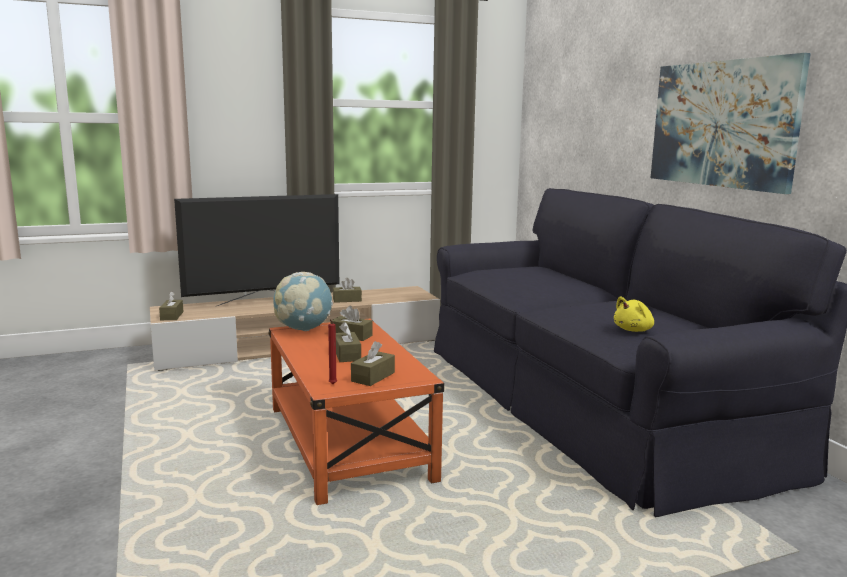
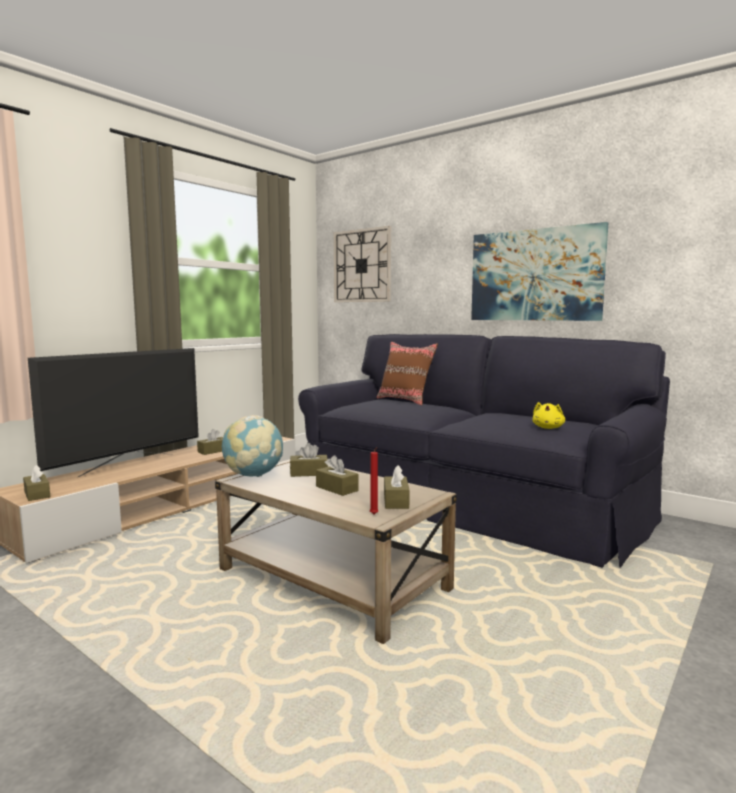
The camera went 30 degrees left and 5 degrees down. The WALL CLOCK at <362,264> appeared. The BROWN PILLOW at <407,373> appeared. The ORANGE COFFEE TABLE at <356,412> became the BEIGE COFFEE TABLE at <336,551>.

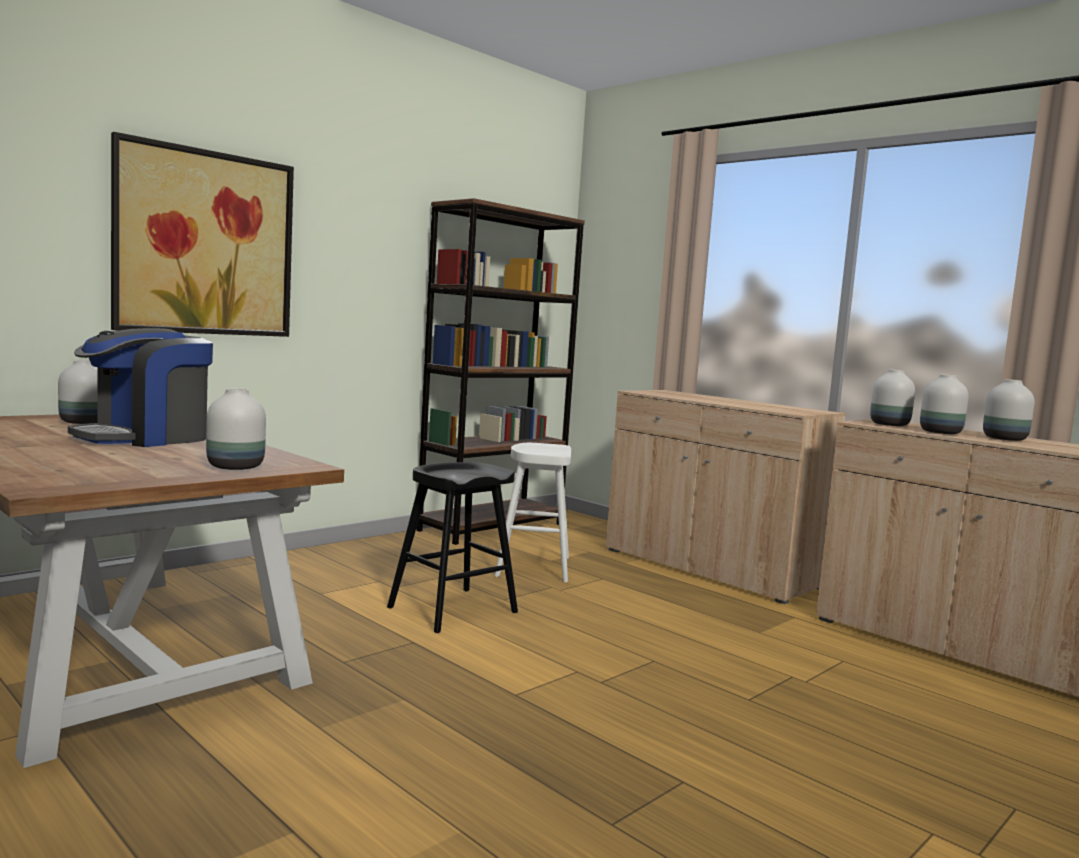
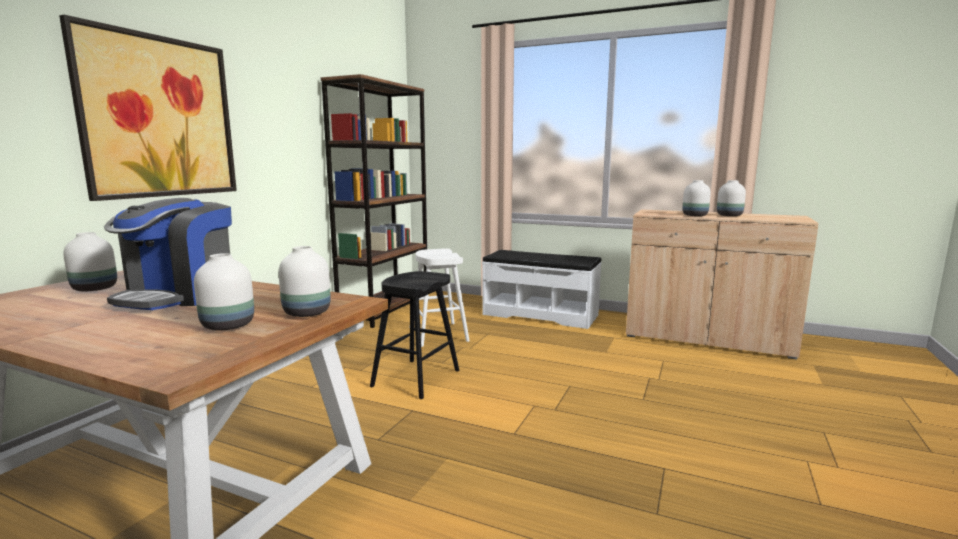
The camera went 20 degrees left and 5 degrees up. The WHITE VASE moved from <892,397> to <224,291>. The BEIGE CABINET at <726,497> was replaced by the WHITE BENCH at <542,289>.

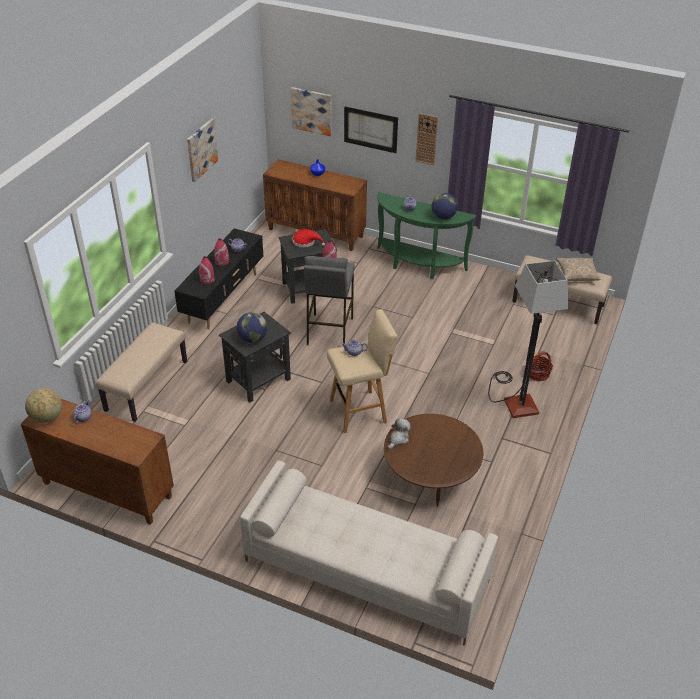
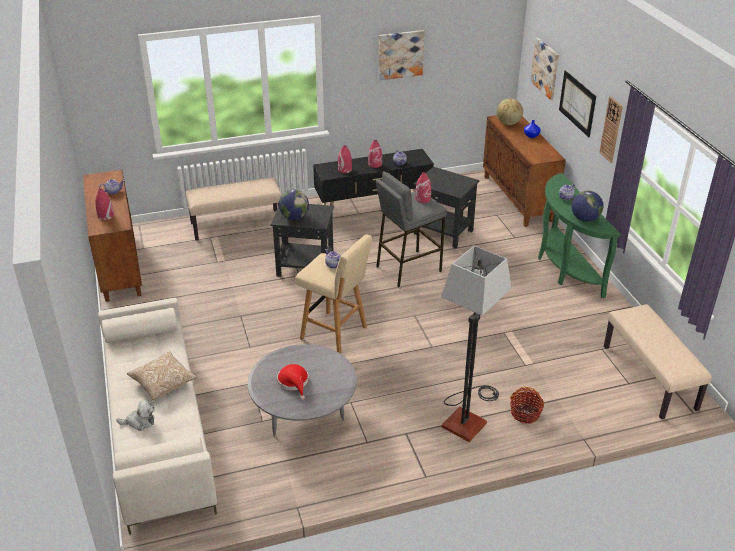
The camera went 50 degrees right and 5 degrees down. The RED VASE at <104,204> appeared. The GLOBE moved from <43,405> to <510,111>. The RED HAT moved from <308,238> to <293,382>. The PLUSH TOY moved from <399,433> to <135,415>. The PILLOW moved from <578,269> to <162,376>. The BROWN COFFEE TABLE at <433,460> became the GREY COFFEE TABLE at <302,390>.

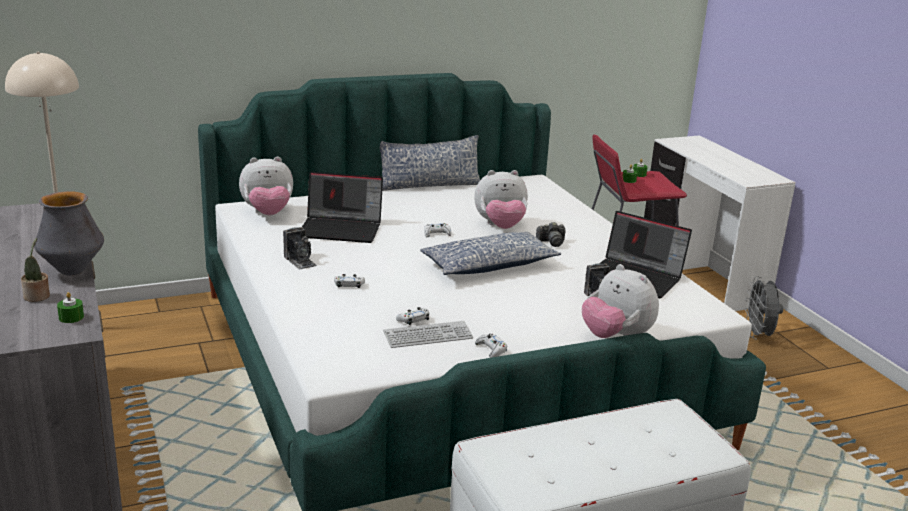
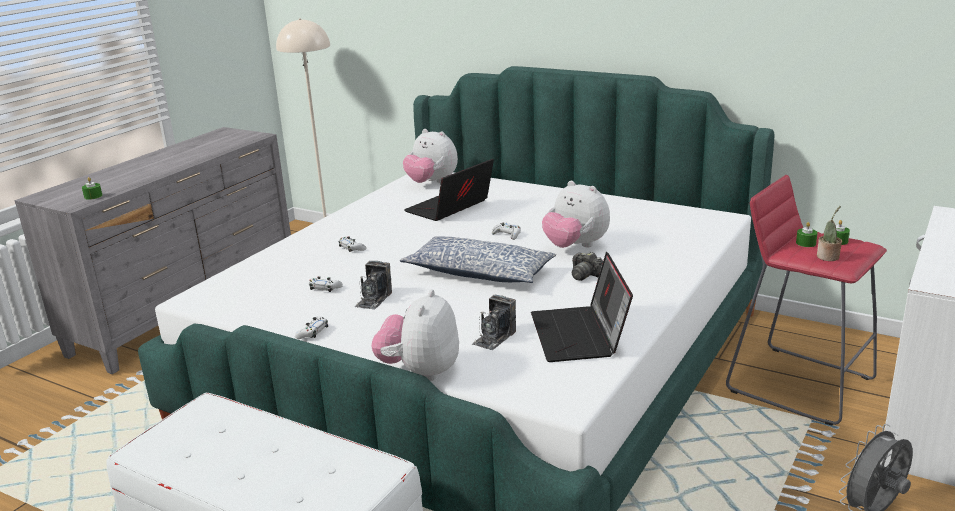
The camera went 55 degrees right and 0 degrees up. The VASE at <69,233> disappeared. The PILLOW at <430,163> disappeared. The KEYBOARD at <428,334> disappeared. The POTTED PLANT moved from <35,270> to <829,233>. The PHOTO CAMERA moved from <300,248> to <373,285>. The LAPTOP at <342,207> turned 75 degrees clockwise.

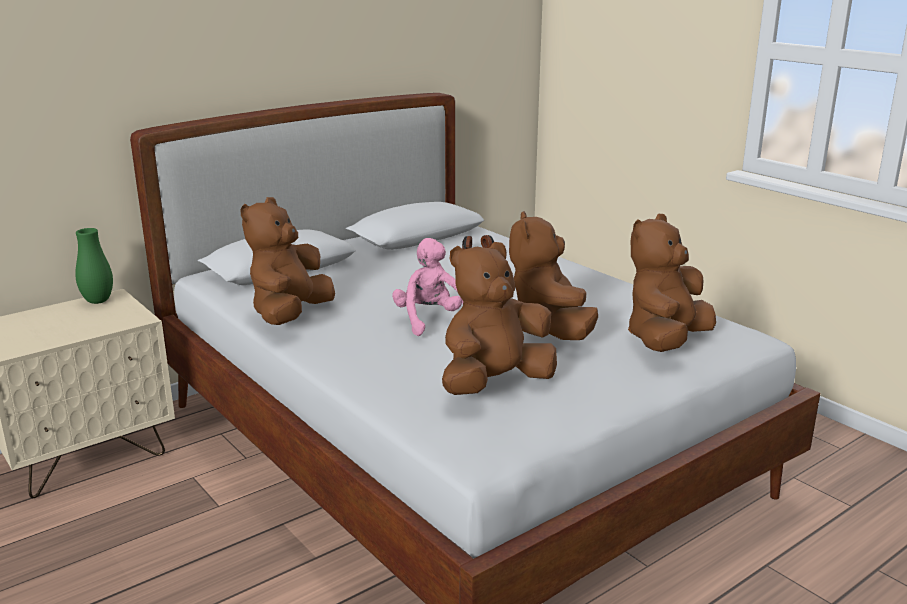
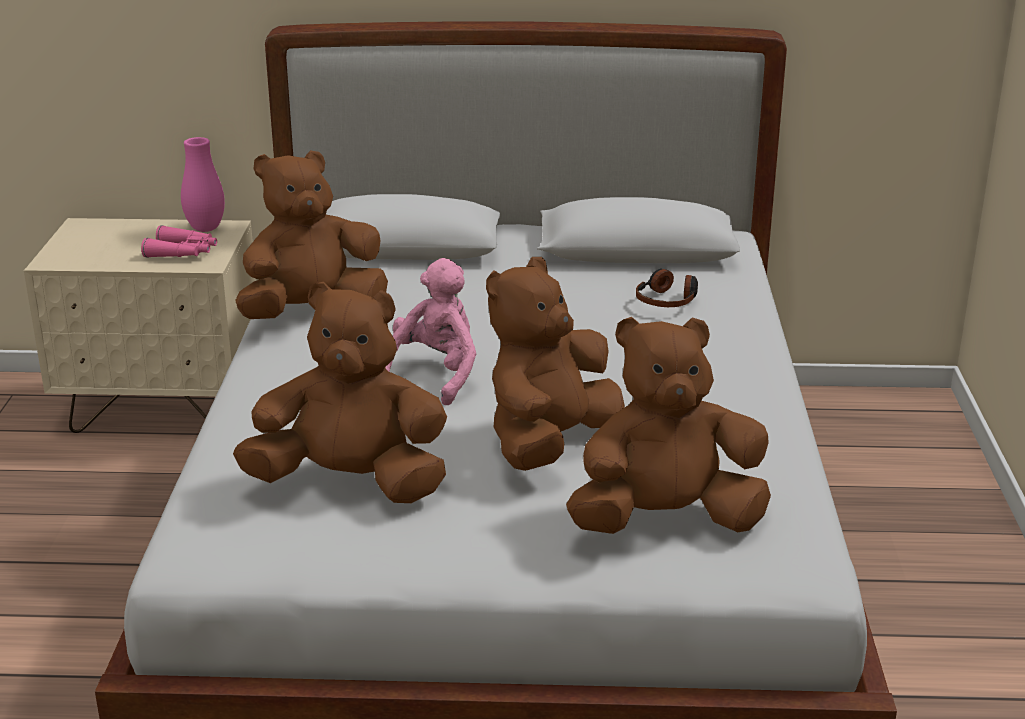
The camera went 40 degrees right and 5 degrees up. The PINK BINOCULARS at <179,241> appeared. The GREEN VASE at <94,266> became the PINK VASE at <203,184>.

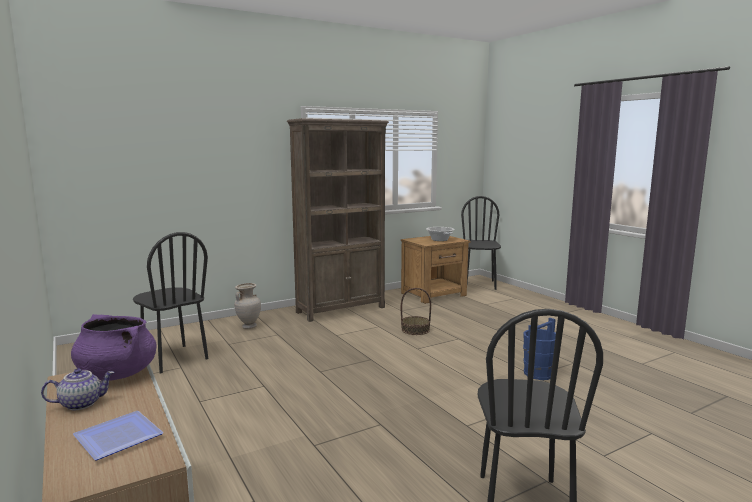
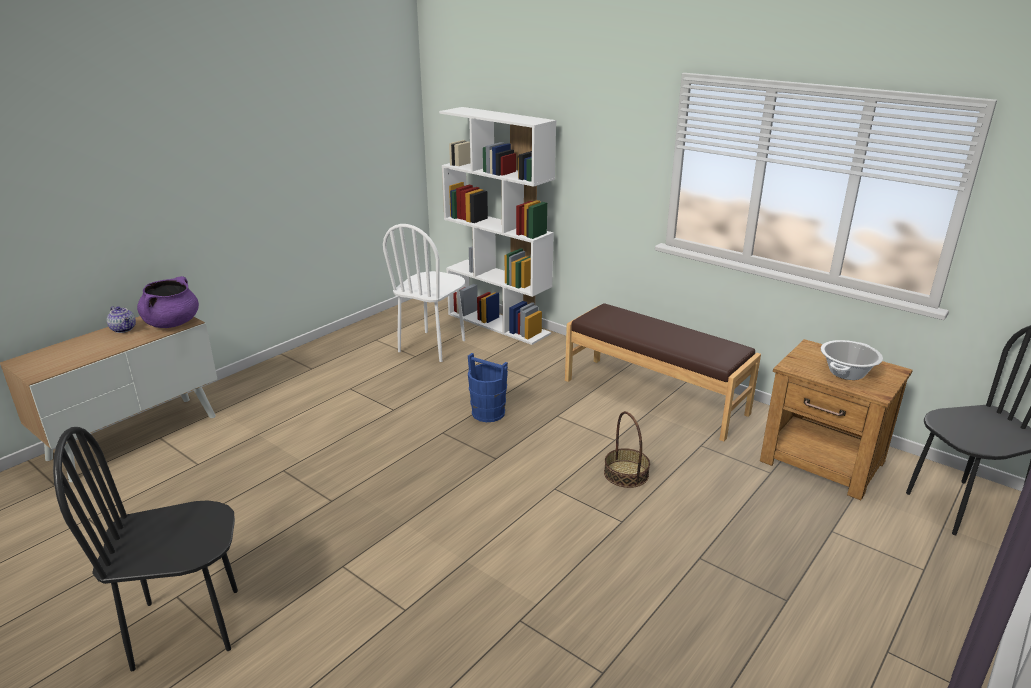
The camera went 70 degrees right and 15 degrees up. The PLATE at <118,435> disappeared. The BEIGE VASE at <247,306> disappeared. The WHITE BOOKCASE at <497,226> appeared. The BLUE BUCKET moved from <539,348> to <488,387>. The BROWN BOOKCASE at <338,220> was replaced by the BROWN BENCH at <663,372>. The BLACK CHAIR at <170,302> became the WHITE CHAIR at <424,293>.

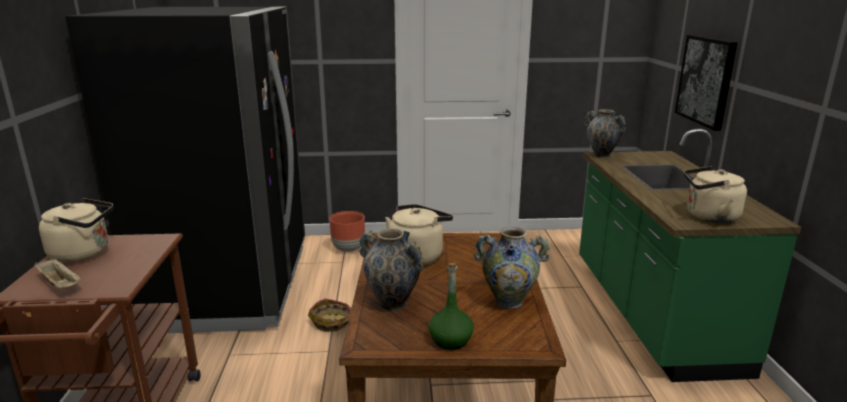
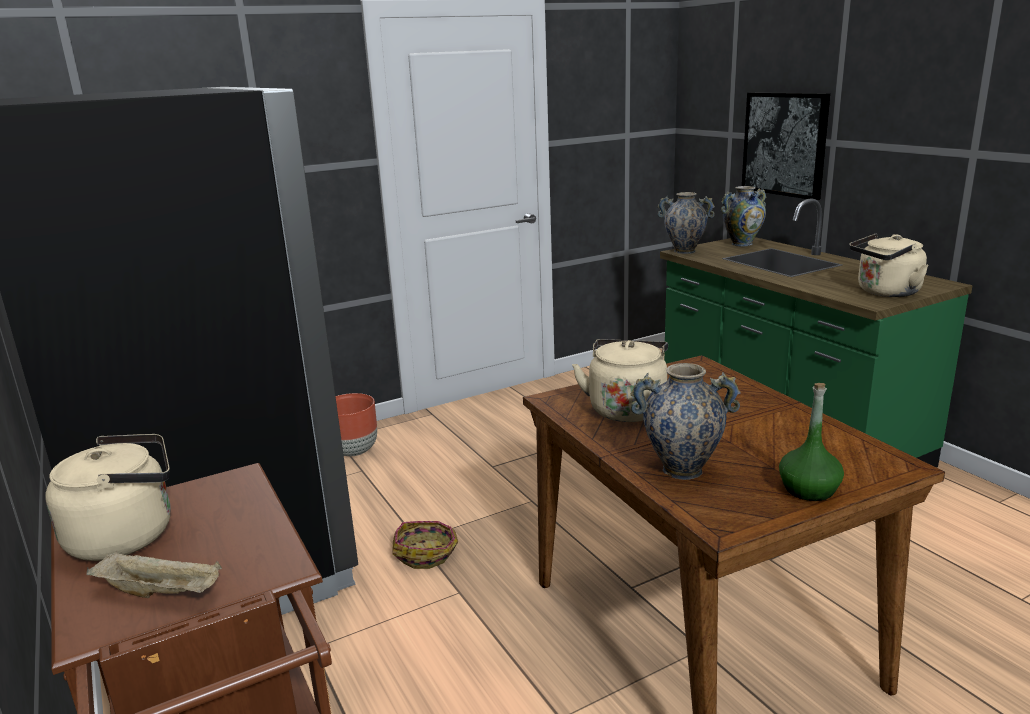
The camera went 25 degrees left and 0 degrees up. The VASE moved from <512,268> to <743,216>.

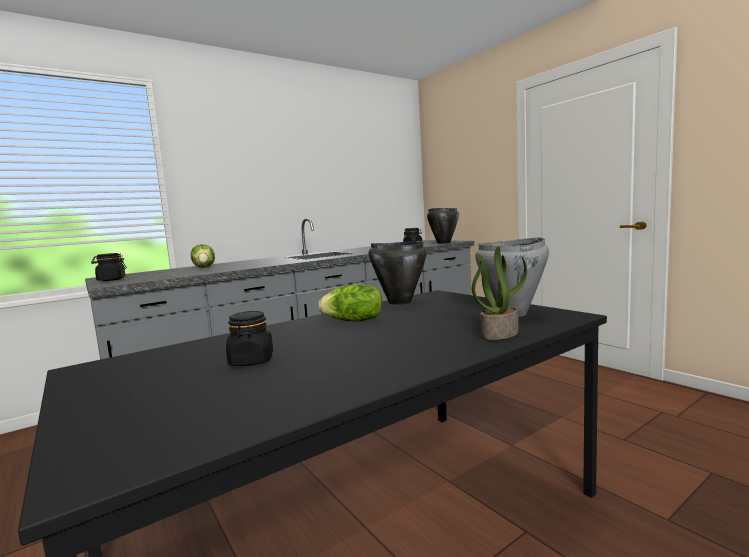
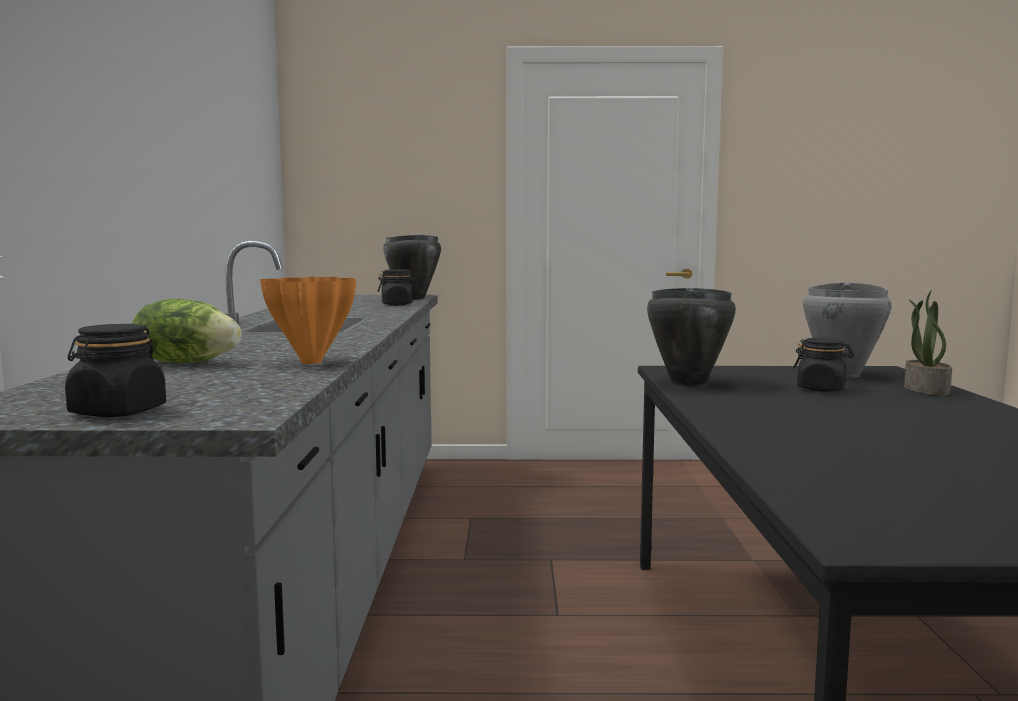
The camera went 55 degrees left and 0 degrees up. The LETTUCE at <350,303> disappeared. The ORANGE VASE at <308,320> appeared. The BLACK JAR moved from <249,338> to <823,365>.

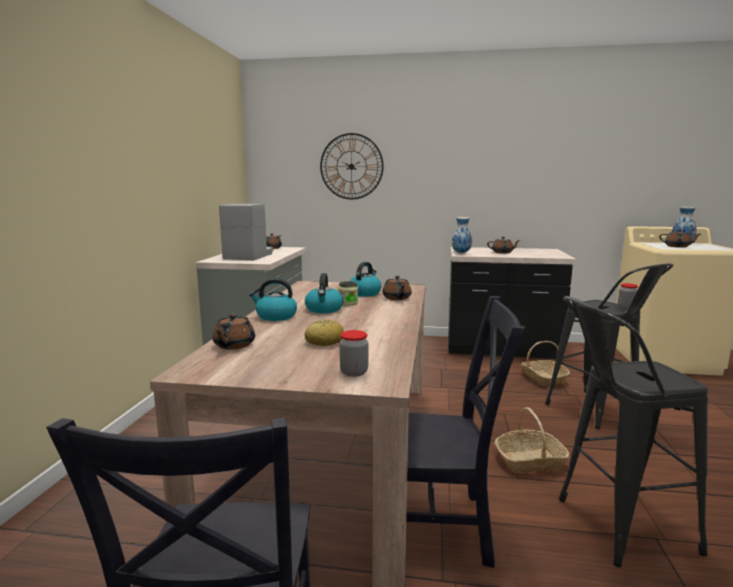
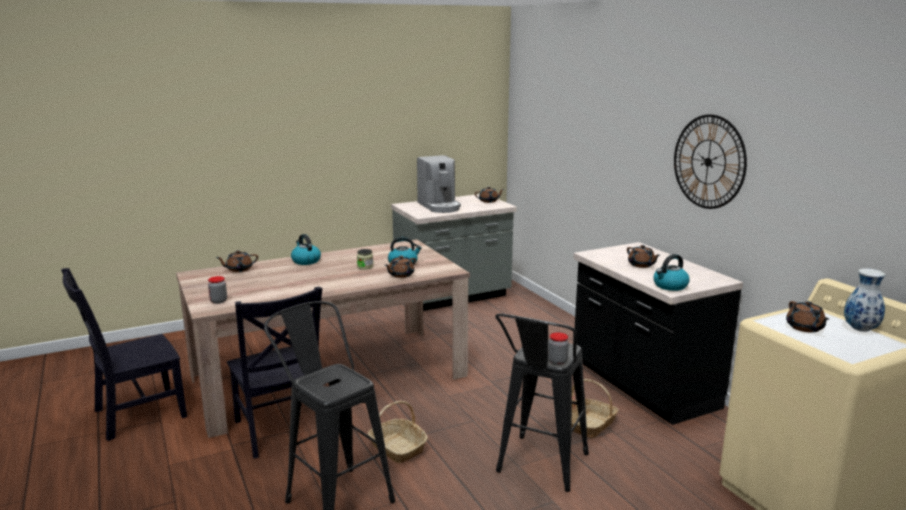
The camera went 55 degrees right and 5 degrees up. The BREAD at <324,332> disappeared. The VASE at <462,235> disappeared. The KETTLE moved from <324,293> to <671,272>. The WALL CLOCK moved from <352,166> to <710,161>. The COFFEE MACHINE at <246,232> turned 90 degrees clockwise.

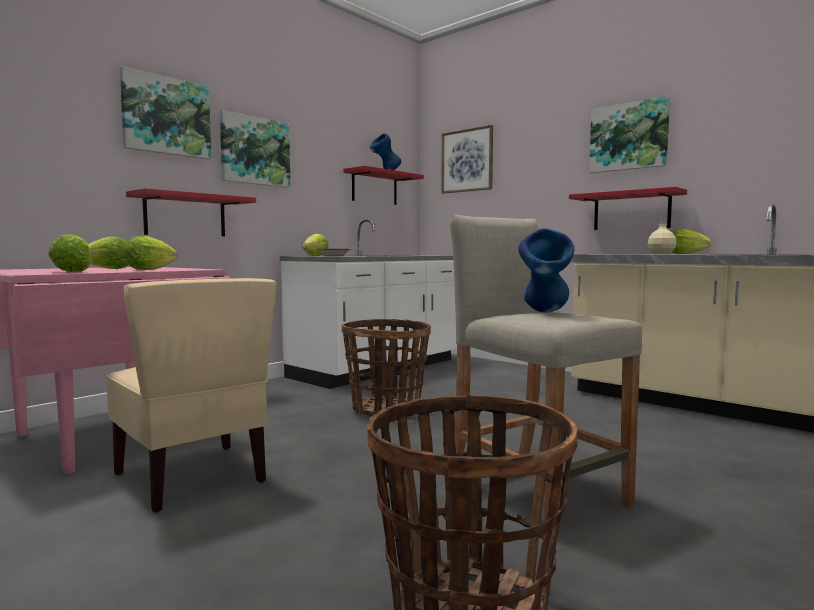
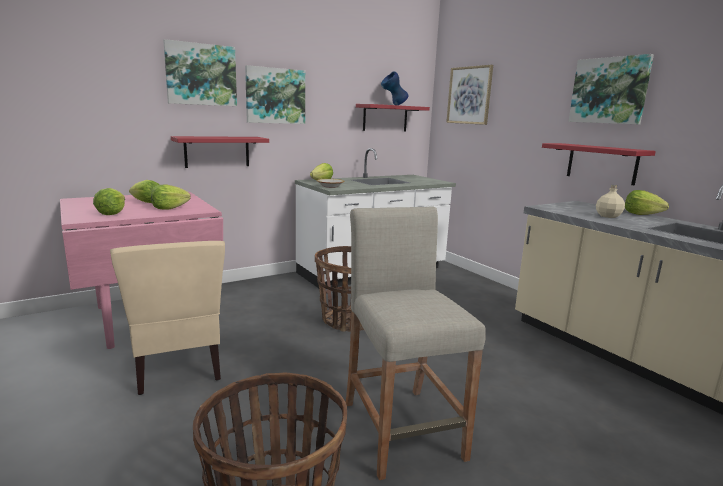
The camera went 15 degrees right and 10 degrees up. The BLUE VASE at <546,270> disappeared.

